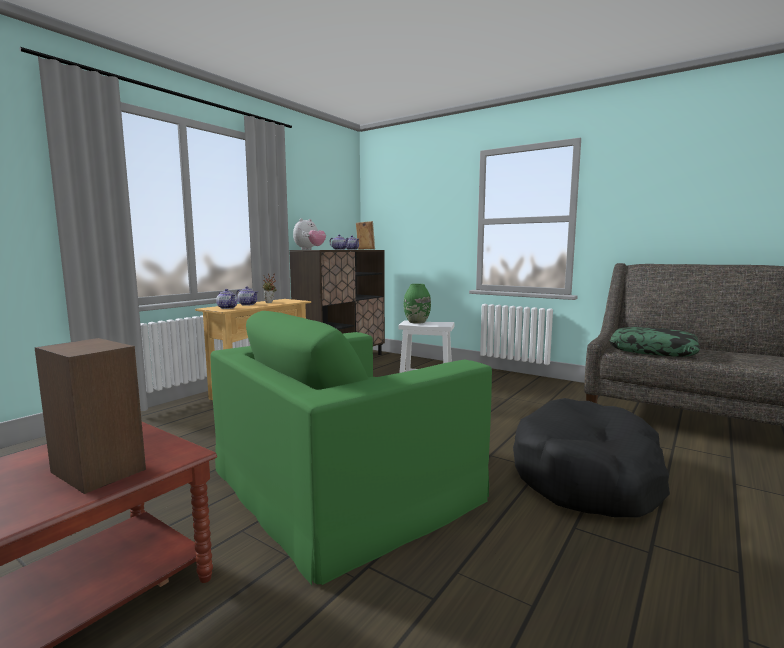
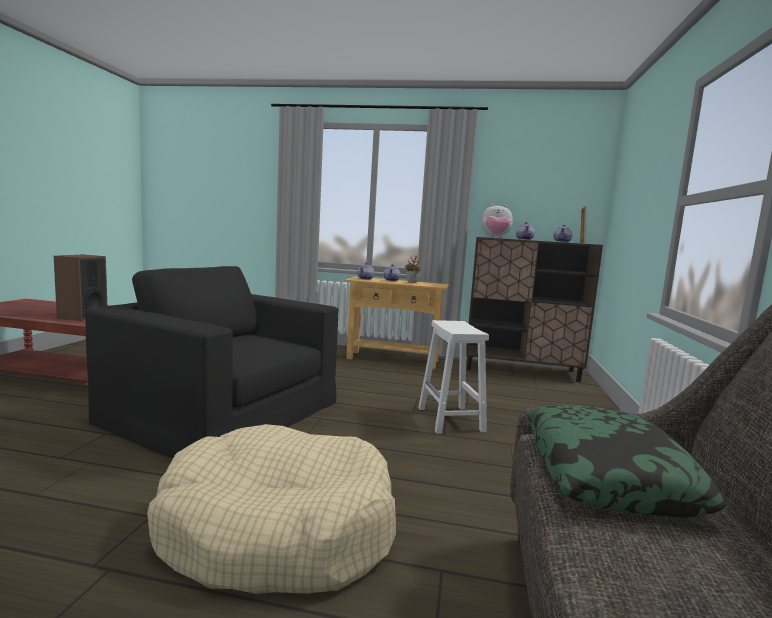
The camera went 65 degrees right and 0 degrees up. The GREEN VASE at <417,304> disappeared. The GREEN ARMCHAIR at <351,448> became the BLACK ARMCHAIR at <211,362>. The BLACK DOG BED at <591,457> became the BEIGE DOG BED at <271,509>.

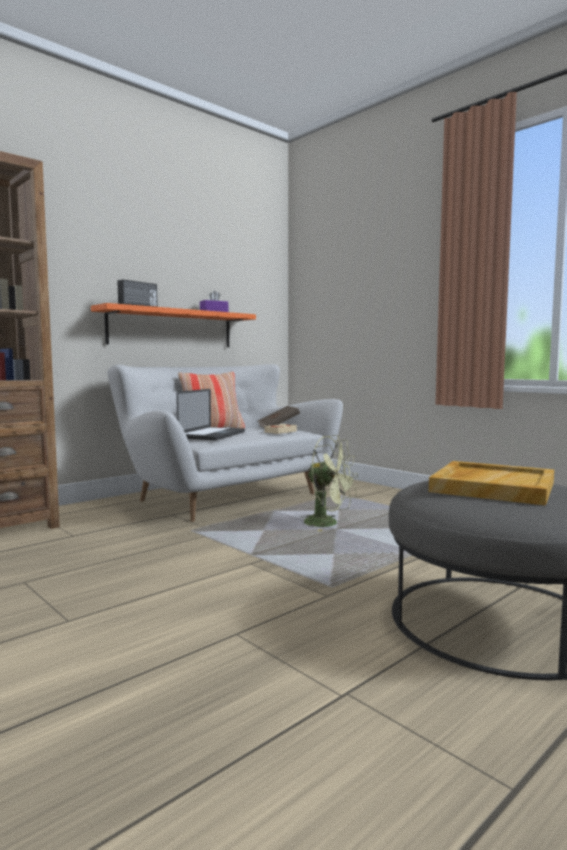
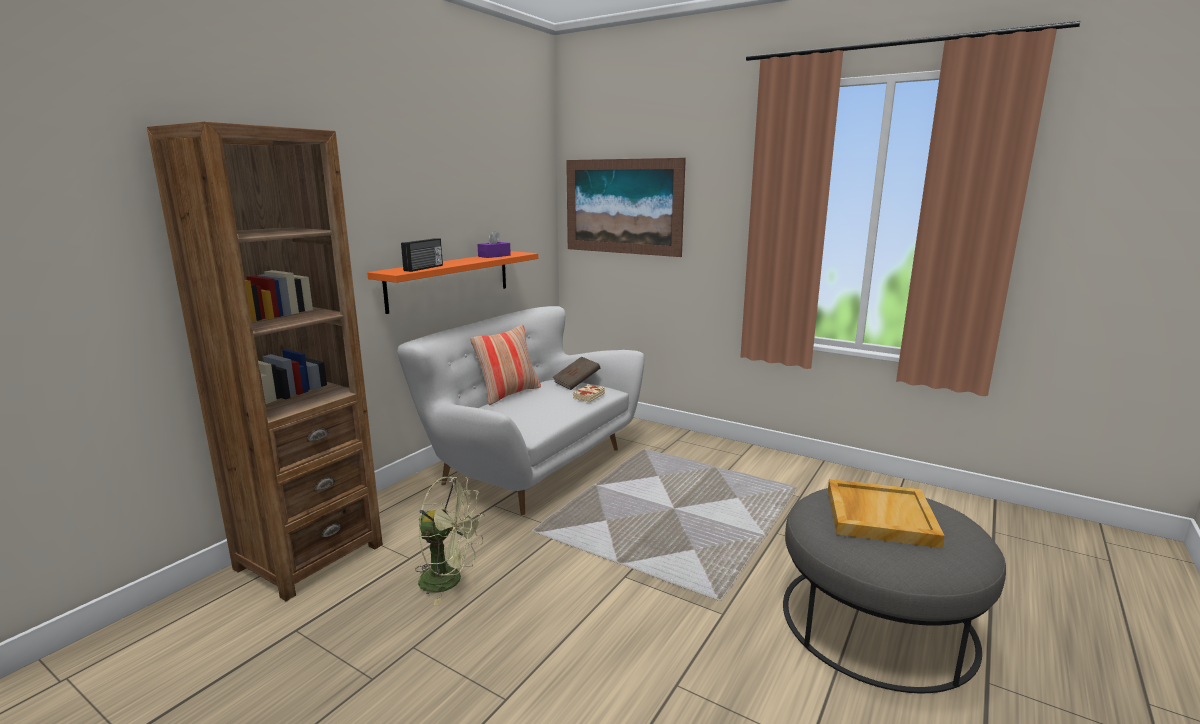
The camera went 15 degrees left and 10 degrees up. The LAPTOP at <210,414> disappeared. The PICTURE at <626,207> appeared. The GREEN FAN moved from <329,483> to <450,541>.

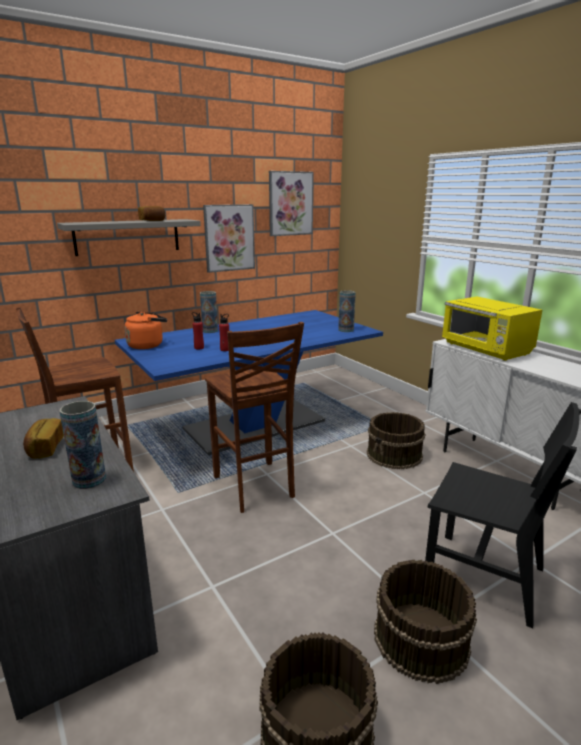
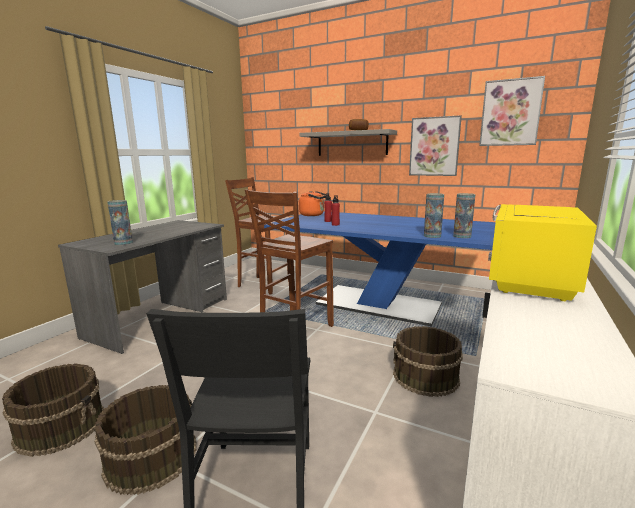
The camera went 60 degrees right and 5 degrees down. The BREAD at <43,438> disappeared. The VASE moved from <209,312> to <434,215>.

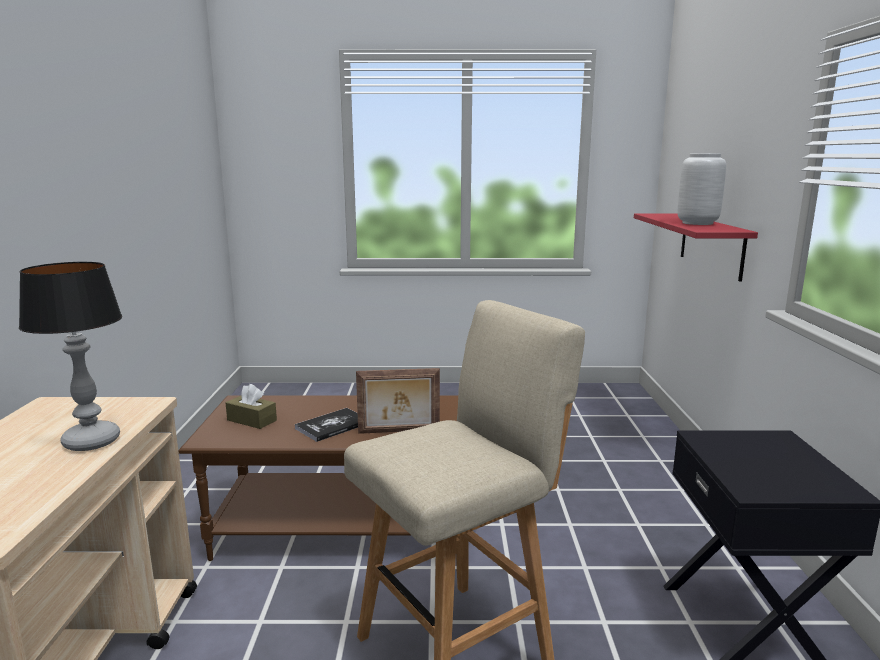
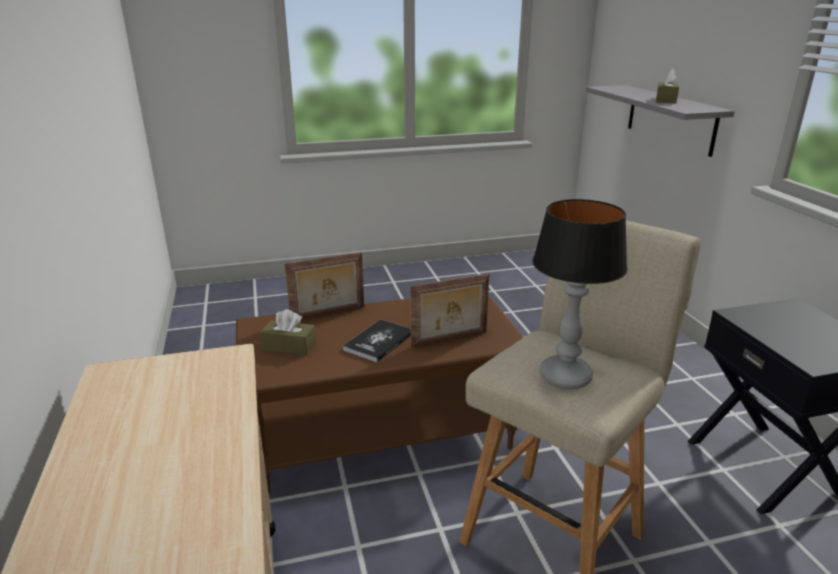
The camera went 15 degrees left and 10 degrees up. The PICTURE FRAME at <324,285> appeared. The TABLE LAMP moved from <70,356> to <580,294>. The GREY VASE at <701,189> was replaced by the BROWN TISSUE BOX at <667,86>. The RED SHELF at <696,247> became the GREY SHELF at <660,121>.

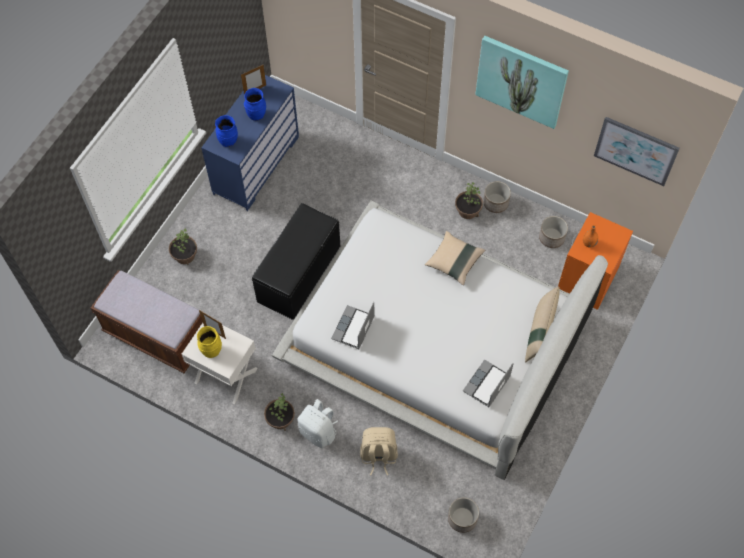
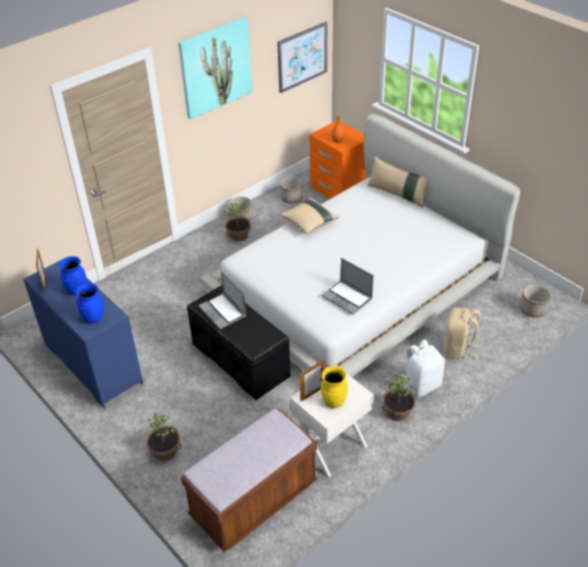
The camera went 70 degrees left and 20 degrees down. The LAPTOP moved from <488,383> to <222,300>.

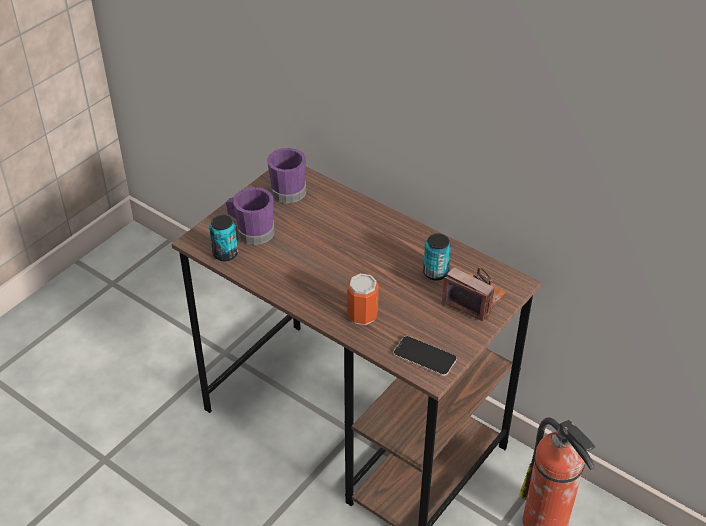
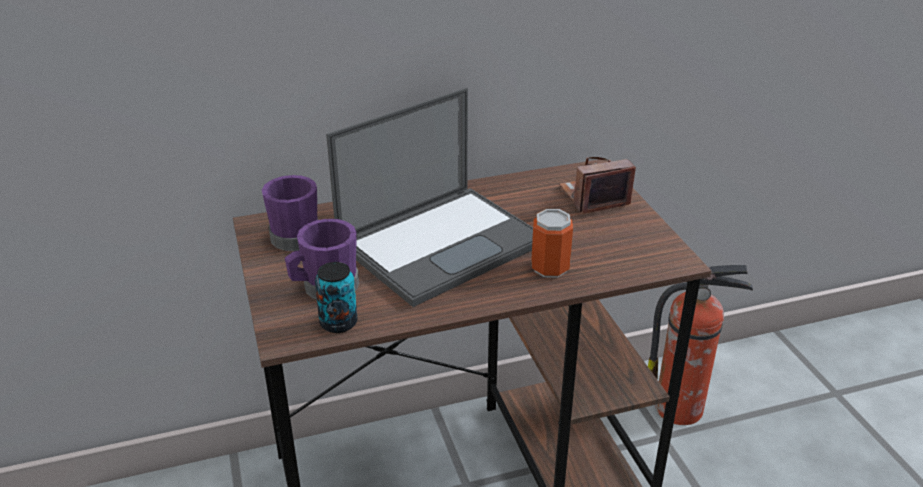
The camera went 55 degrees left and 10 degrees down. The PHONE at <425,356> disappeared. The CAN at <437,257> disappeared. The LAPTOP at <429,197> appeared.

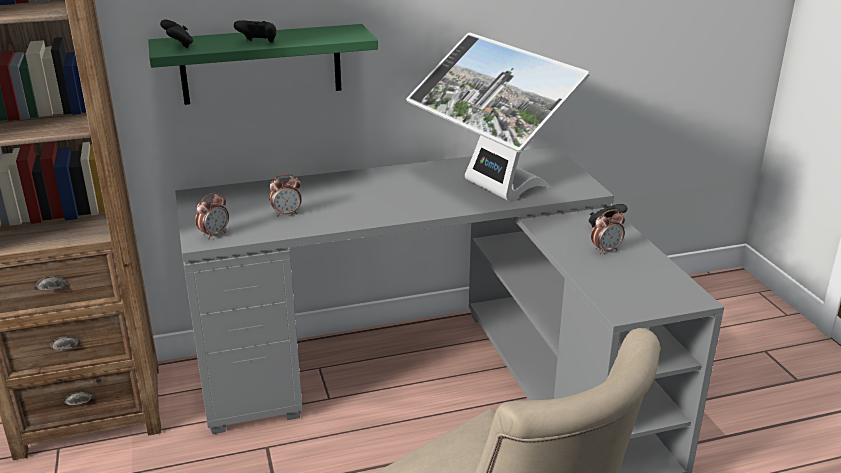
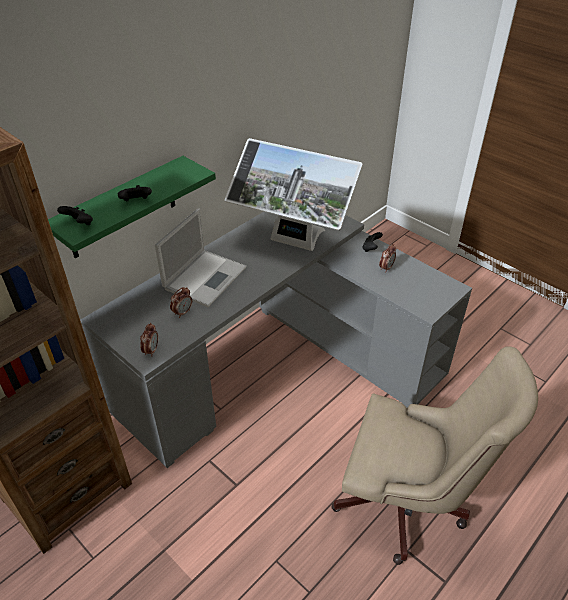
The camera went 30 degrees left and 15 degrees up. The LAPTOP at <201,257> appeared.

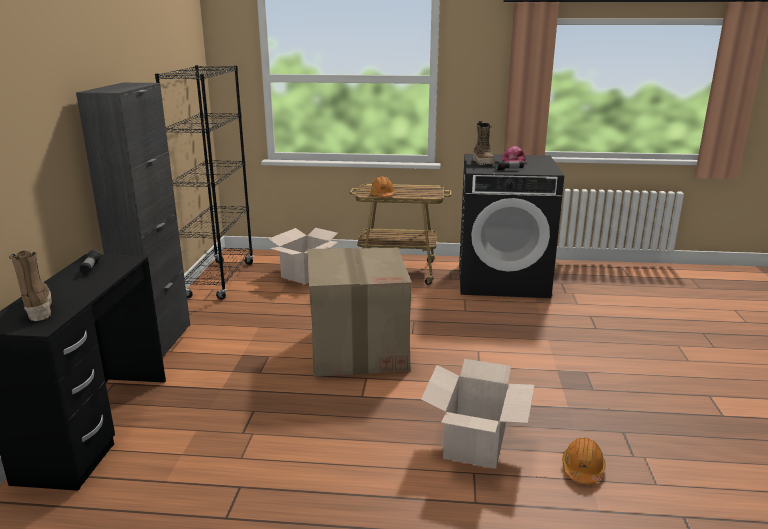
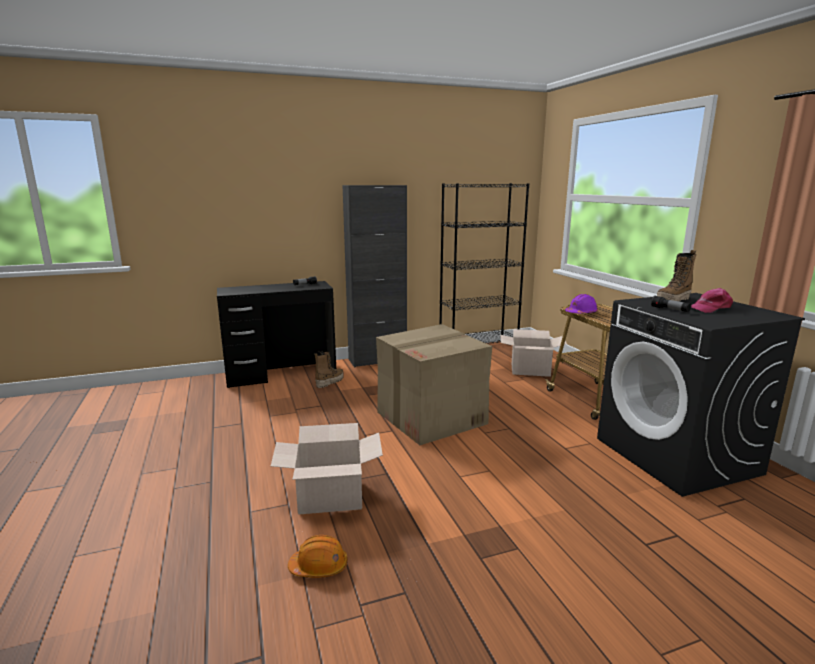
The camera went 65 degrees right and 5 degrees down. The BOOT moved from <30,286> to <329,370>. The ORANGE HARD HAT at <382,186> became the PURPLE HARD HAT at <581,303>.

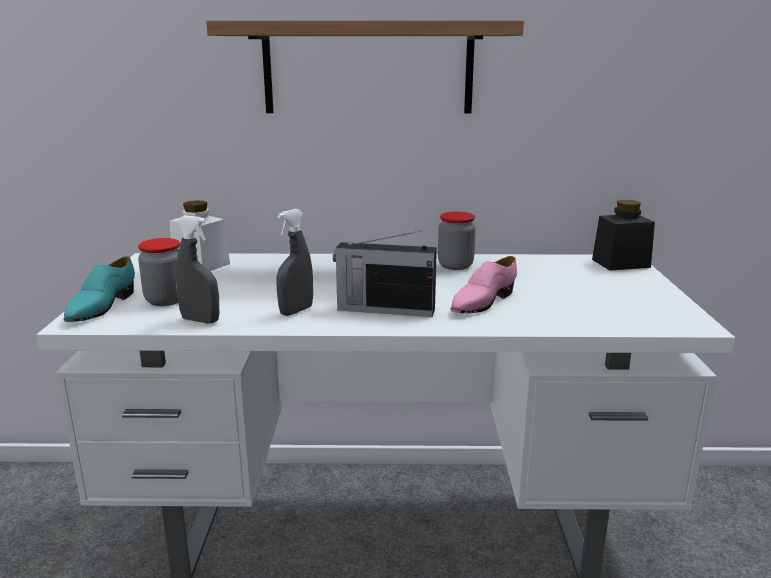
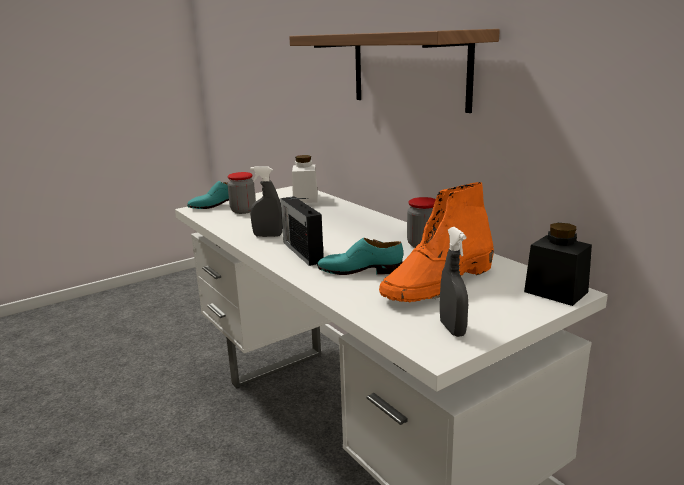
The camera went 55 degrees right and 0 degrees up. The ORANGE BOOT at <436,242> appeared. The GREY SPRAY BOTTLE moved from <197,270> to <454,282>. The PINK SHOE at <484,285> became the TURQUOISE SHOE at <360,256>.

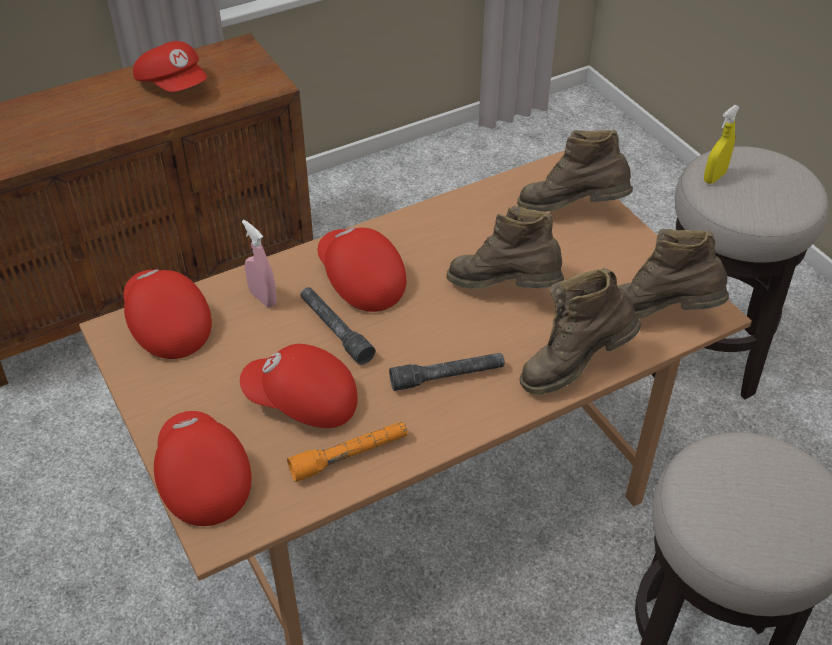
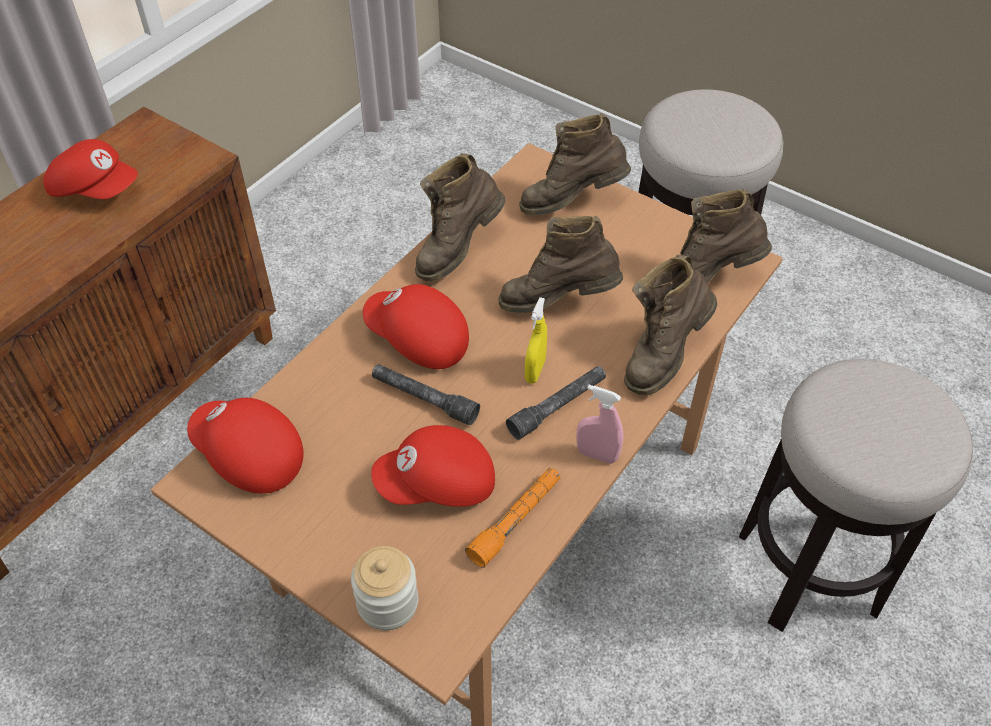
The camera went 25 degrees left and 5 degrees up. The BROWN BOOT at <460,217> appeared. The PINK SPRAY BOTTLE moved from <259,263> to <600,424>. The YELLOW SPRAY BOTTLE moved from <722,144> to <536,340>. The RED CAP at <202,468> was replaced by the JAR at <384,588>.

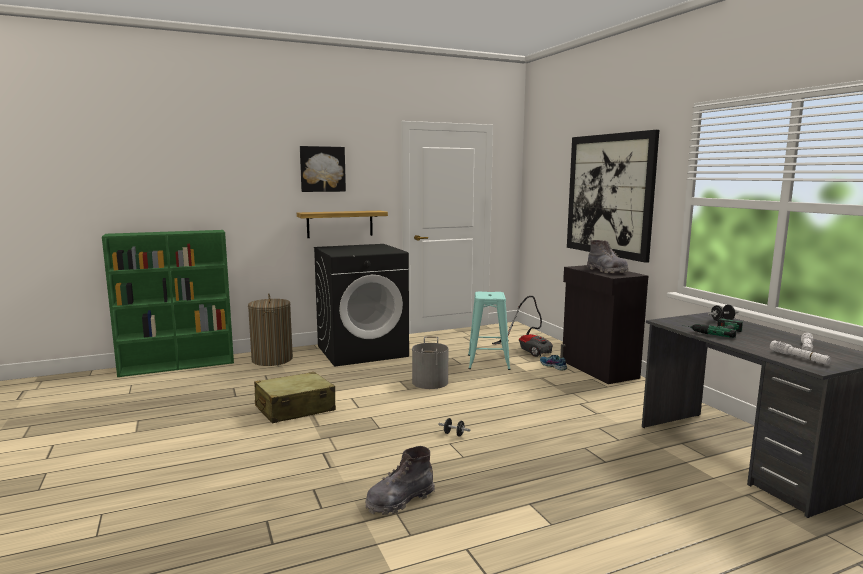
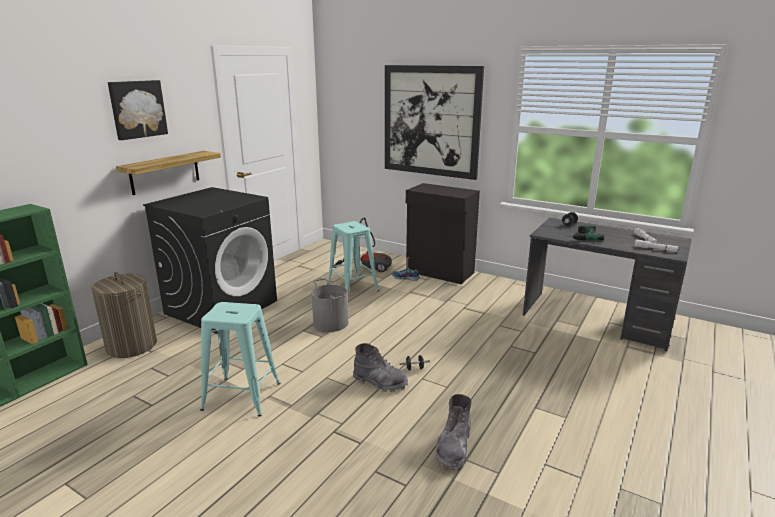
The camera went 35 degrees left and 10 degrees up. The GREY BOOT moved from <608,256> to <380,367>. The BEIGE SUITCASE at <295,397> was replaced by the TURQUOISE STOOL at <240,359>.

